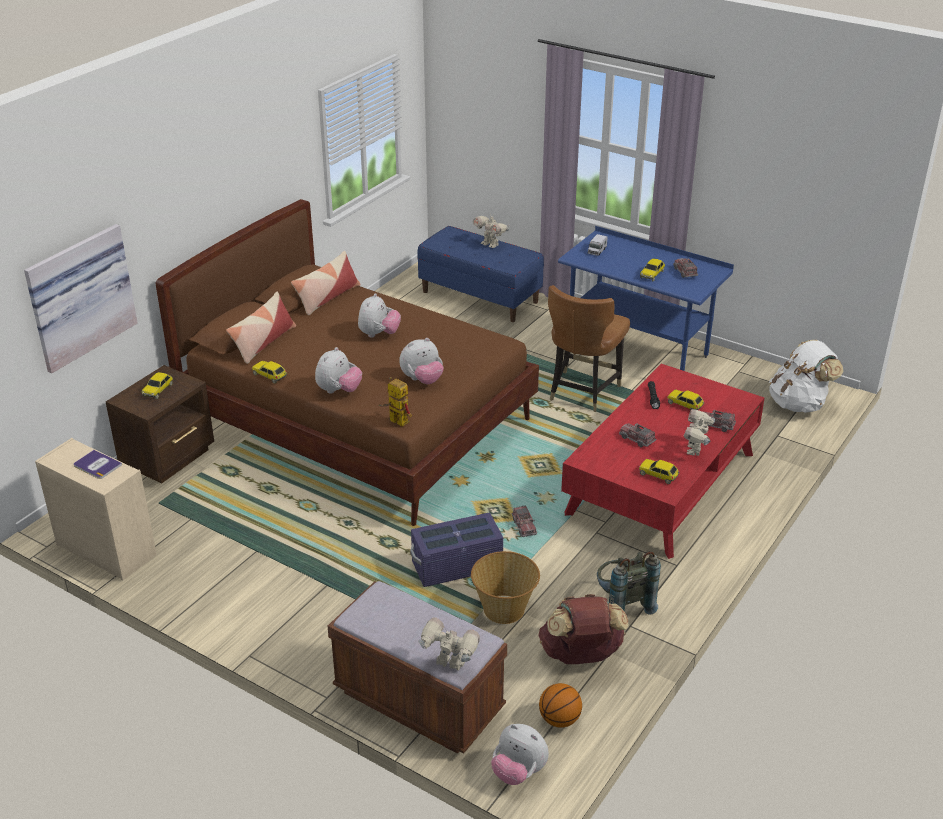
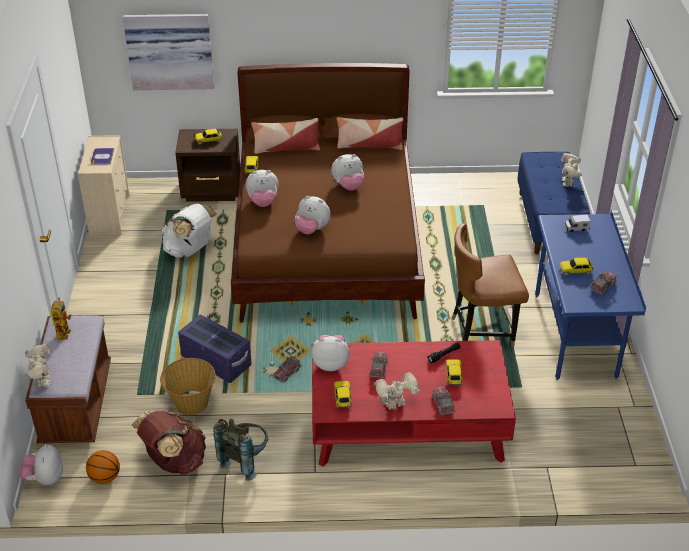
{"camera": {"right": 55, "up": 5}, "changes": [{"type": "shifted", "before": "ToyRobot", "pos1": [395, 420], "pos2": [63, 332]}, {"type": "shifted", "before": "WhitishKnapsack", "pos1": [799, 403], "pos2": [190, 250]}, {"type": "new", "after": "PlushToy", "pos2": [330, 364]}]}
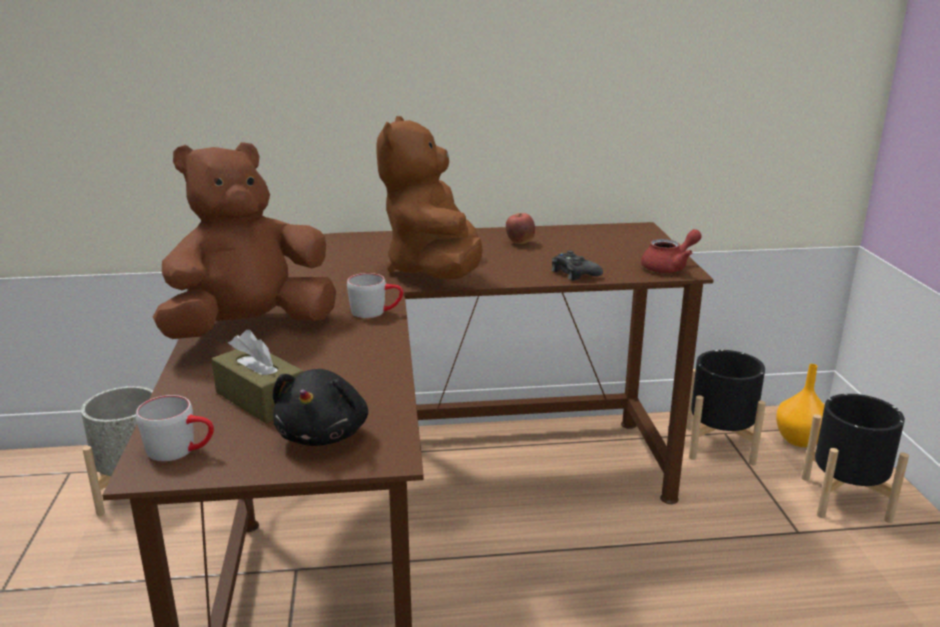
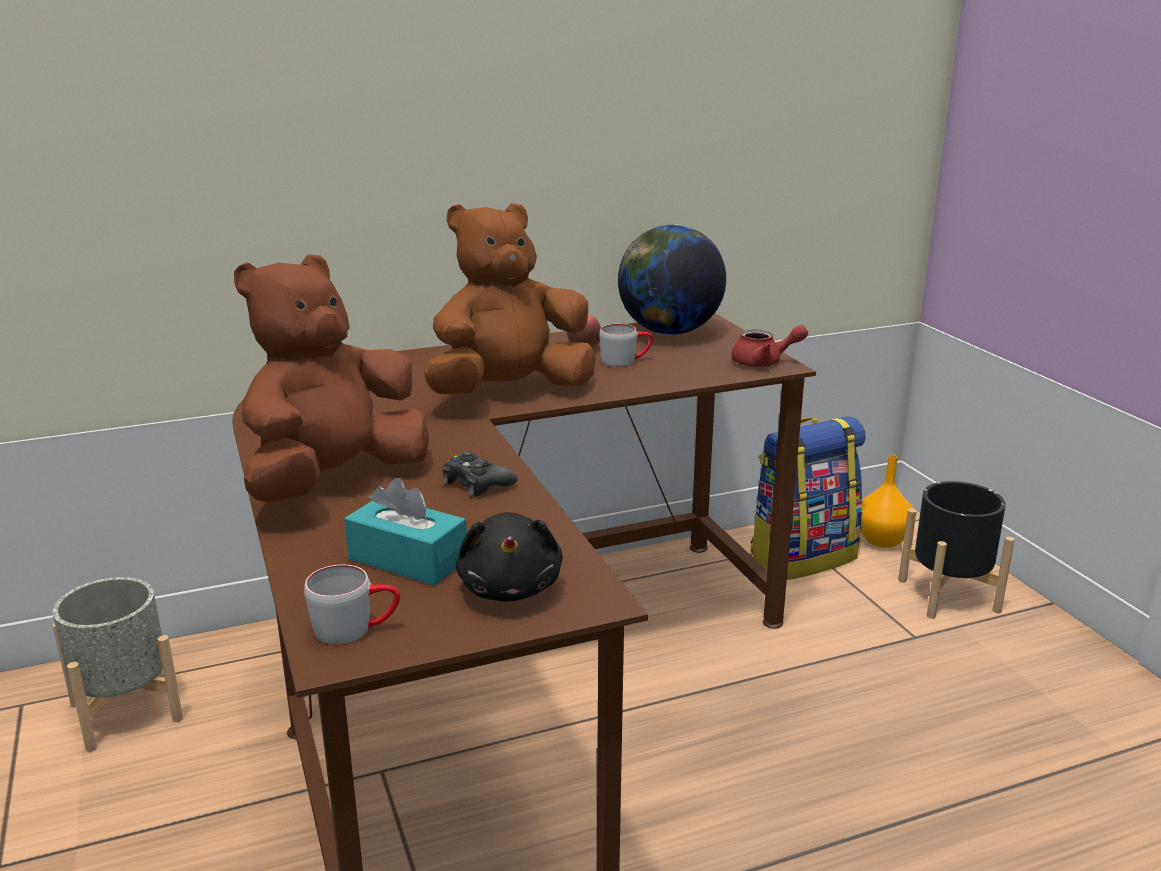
{"camera": {"right": -15, "up": 0}, "changes": [{"type": "repainted", "before": "BrownTissueBox", "after": "BlueGreenTissueBox", "pos1": [260, 399], "pos2": [408, 559]}, {"type": "shifted", "before": "GrayMug", "pos1": [376, 312], "pos2": [626, 361]}, {"type": "rotated", "before": "BrownPlushToy", "pos1": [435, 271], "pos2": [509, 391], "turn": 75}, {"type": "shifted", "before": "BlackGamepad", "pos1": [574, 273], "pos2": [476, 483]}, {"type": "rotated", "before": "RedColouredPotForTea", "pos1": [669, 267], "pos2": [764, 362], "turn": 45}, {"type": "swapped", "before": "BlackPlantPot", "after": "Knapsack", "pos1": [718, 445], "pos2": [802, 557]}, {"type": "new", "after": "WorldGlobe", "pos2": [669, 332]}]}
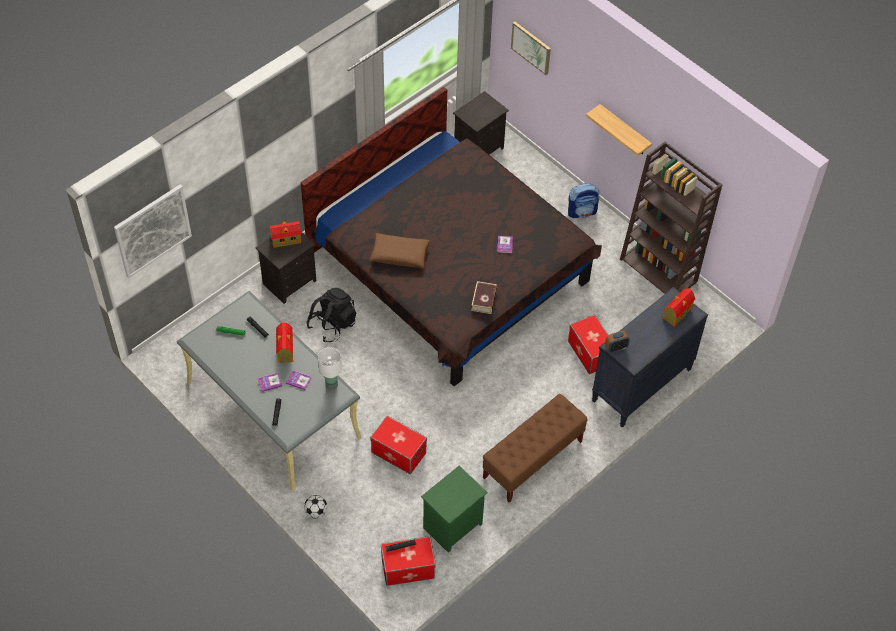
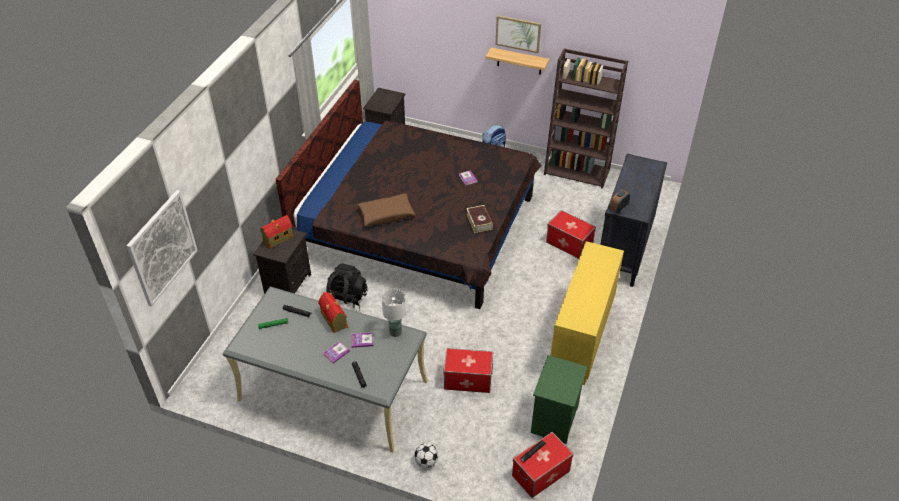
{"camera": {"right": -25, "up": -10}, "changes": [{"type": "swapped", "before": "BrownBench", "after": "YellowCabinet", "pos1": [532, 460], "pos2": [582, 339]}, {"type": "shifted", "before": "WallArt", "pos1": [531, 47], "pos2": [518, 33]}, {"type": "gone", "before": "ToyHouse", "pos1": [676, 314]}]}
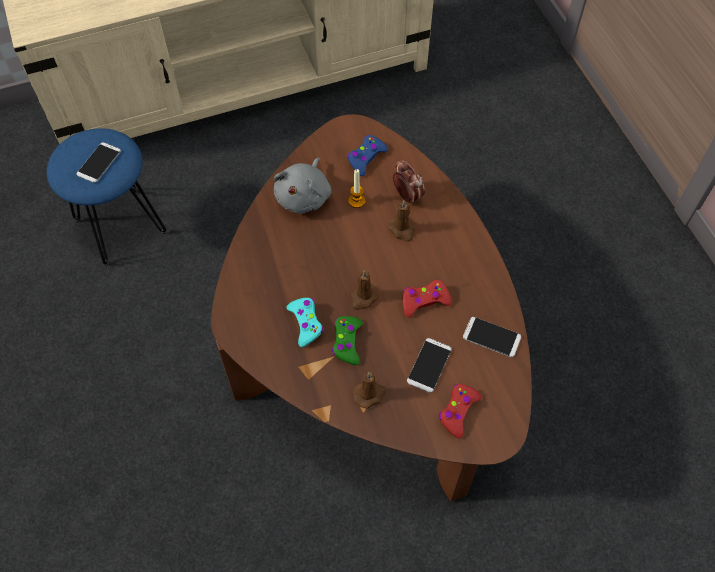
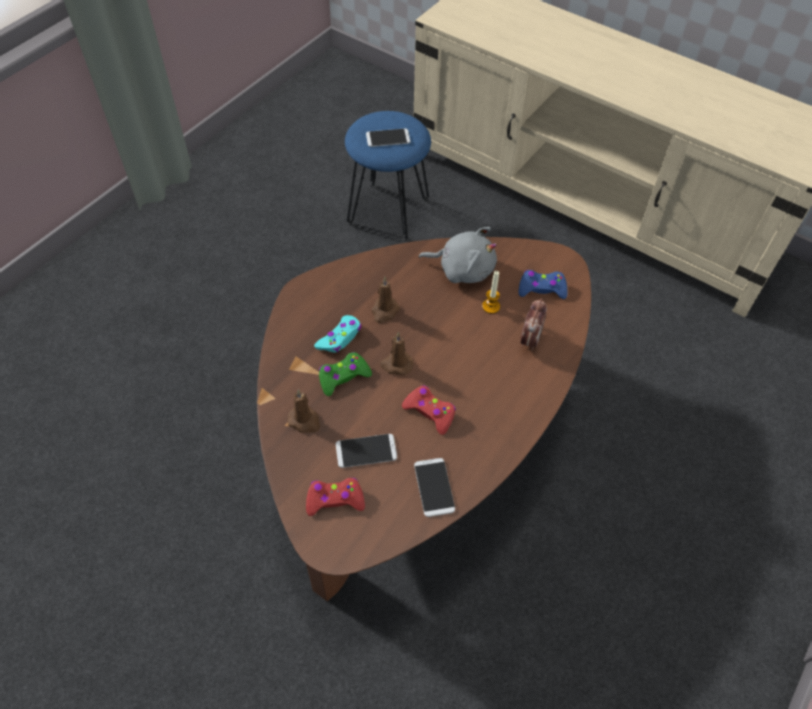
{"camera": {"right": 55, "up": -5}, "changes": [{"type": "rotated", "before": "GrayPlushToy", "pos1": [304, 196], "pos2": [462, 269], "turn": -150}, {"type": "shifted", "before": "BrownCandle", "pos1": [402, 230], "pos2": [384, 311]}]}
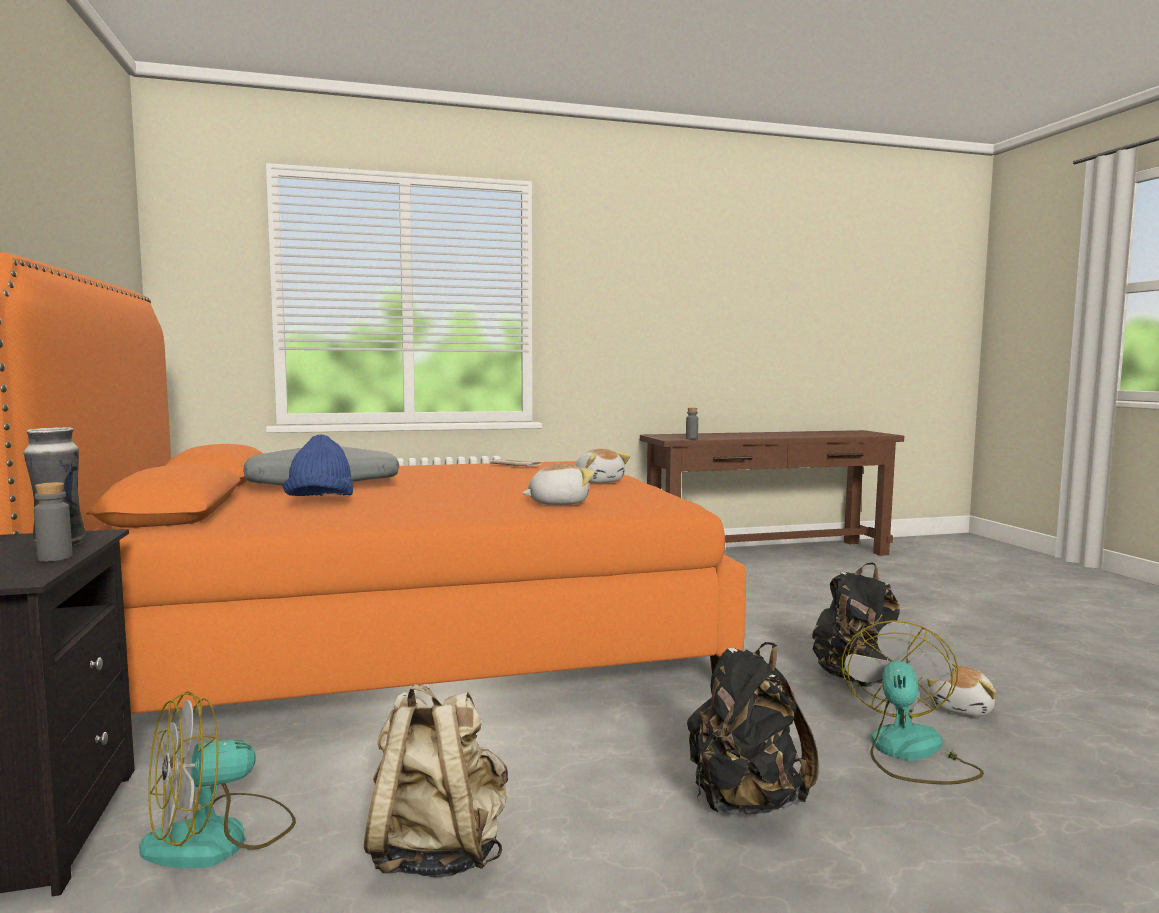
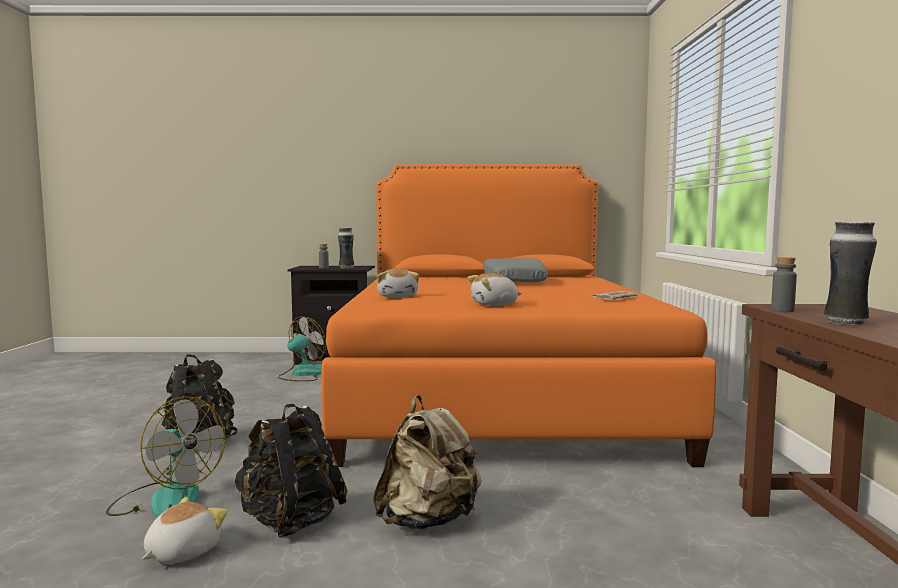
{"camera": {"right": 105, "up": 0}, "changes": [{"type": "rotated", "before": "ElectricFan", "pos1": [220, 838], "pos2": [302, 374], "turn": 60}, {"type": "gone", "before": "BluishHat", "pos1": [320, 502]}, {"type": "shifted", "before": "SandColouredKnapsack", "pos1": [437, 852], "pos2": [428, 520]}, {"type": "rotated", "before": "PlushToy", "pos1": [961, 708], "pos2": [181, 552], "turn": 75}, {"type": "new", "after": "Vase", "pos2": [846, 323]}]}
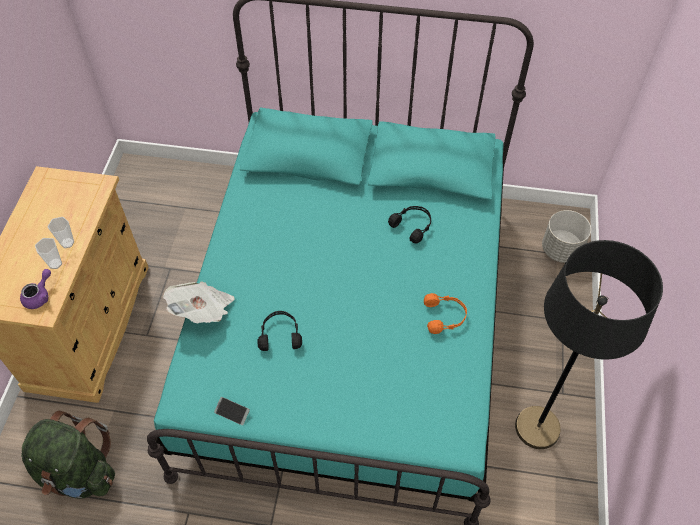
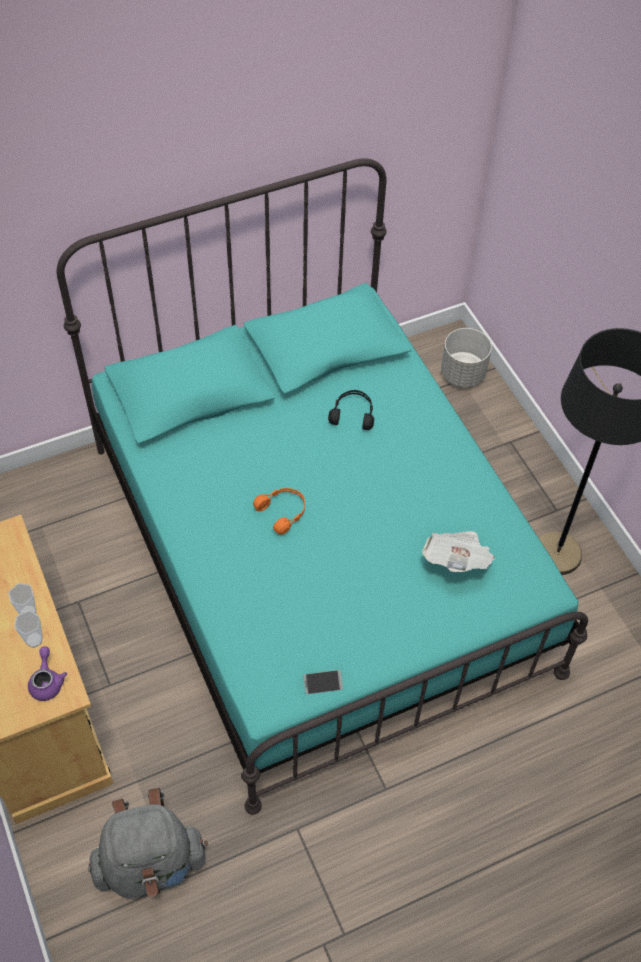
{"camera": {"right": -35, "up": 0}, "changes": [{"type": "repainted", "before": "GreenishKnapsack", "after": "GrayKnapsack", "pos1": [78, 472], "pos2": [150, 864]}, {"type": "shifted", "before": "DailyPaper", "pos1": [203, 310], "pos2": [456, 560]}, {"type": "gone", "before": "BlackPairOfHeadphones", "pos1": [280, 334]}, {"type": "shifted", "before": "OrangeyPairOfHeadphones", "pos1": [445, 316], "pos2": [283, 512]}]}
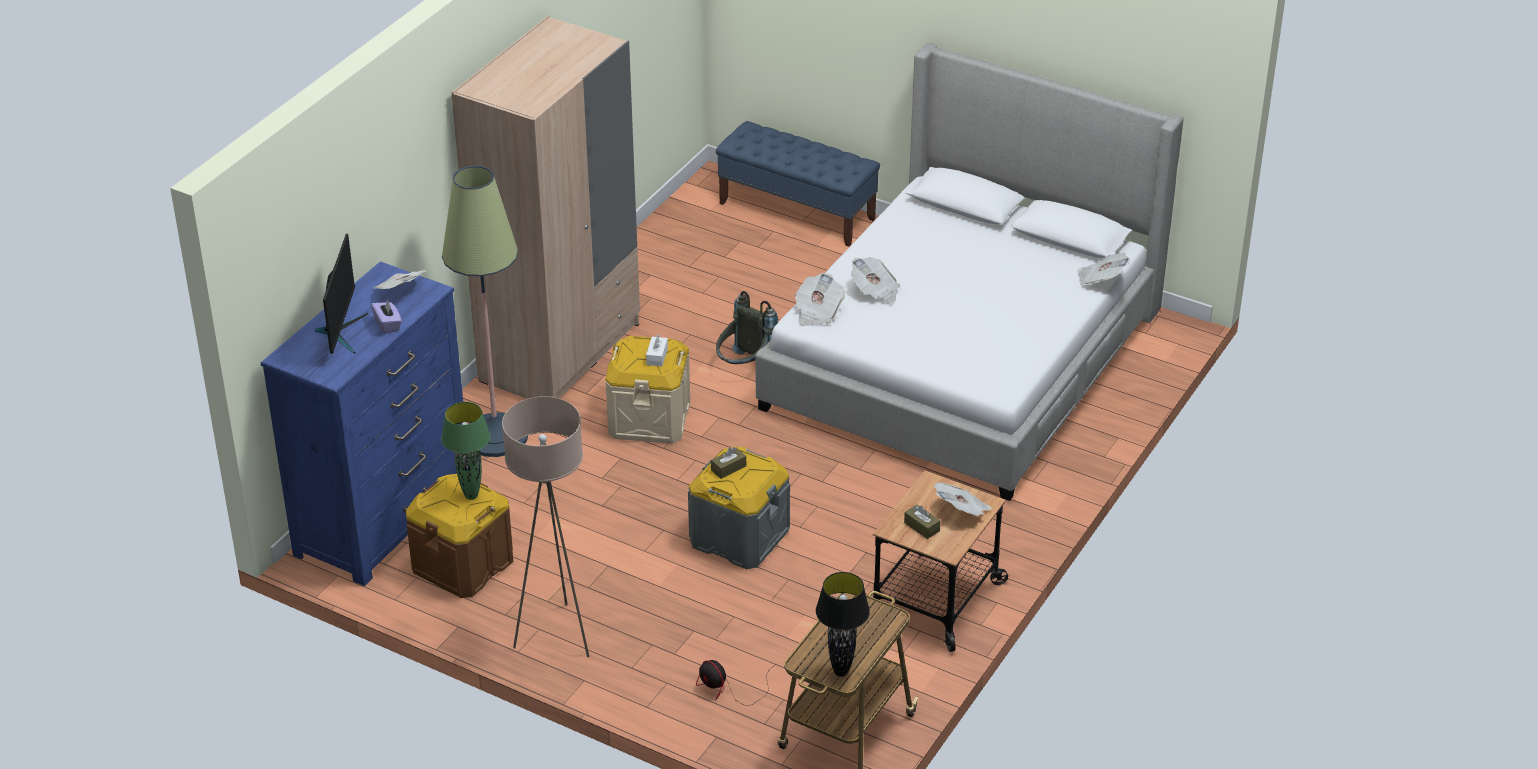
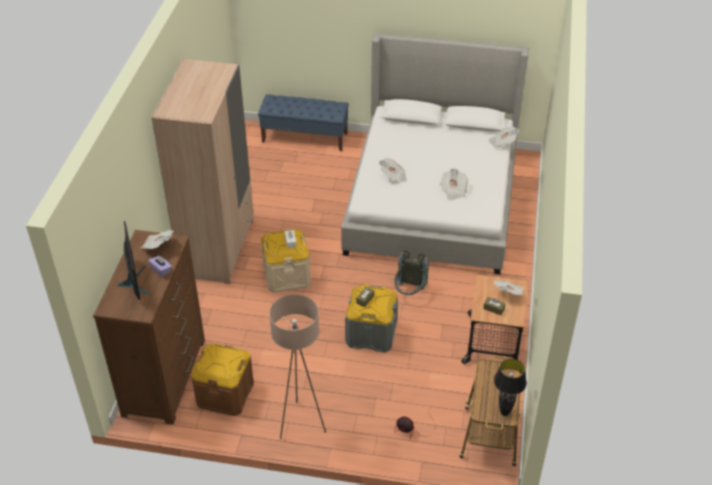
{"camera": {"right": -20, "up": 5}, "changes": [{"type": "repainted", "before": "BluishDrawerChest", "after": "BrownDrawerChest", "pos1": [384, 518], "pos2": [165, 377]}, {"type": "gone", "before": "GreenishTableLamp", "pos1": [471, 495]}, {"type": "gone", "before": "StandingLamp", "pos1": [495, 436]}, {"type": "shifted", "before": "GrayKnapsack", "pos1": [744, 368], "pos2": [409, 293]}, {"type": "shifted", "before": "DailyPaper", "pos1": [817, 312], "pos2": [453, 191]}]}
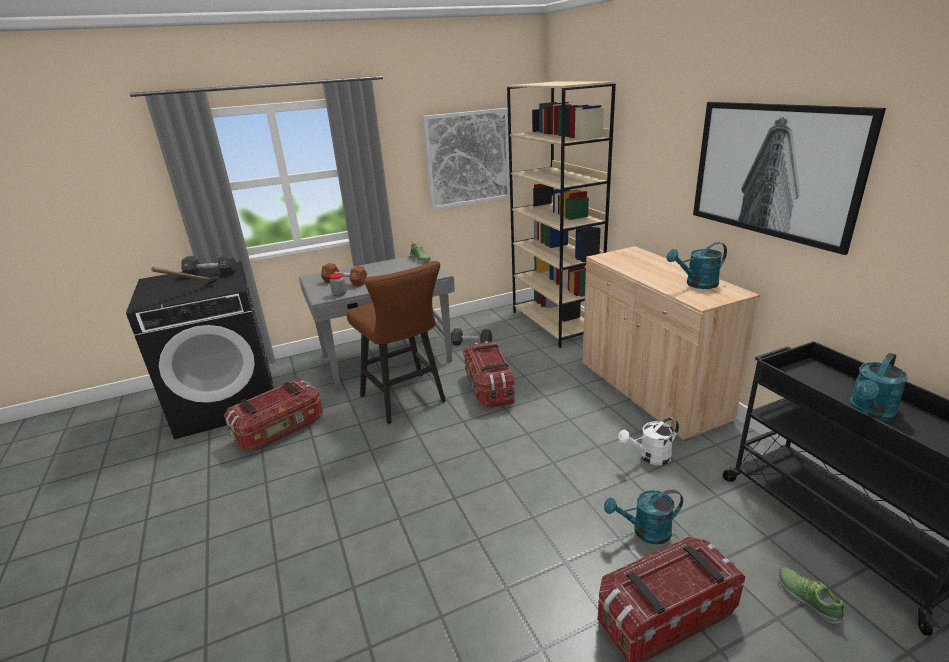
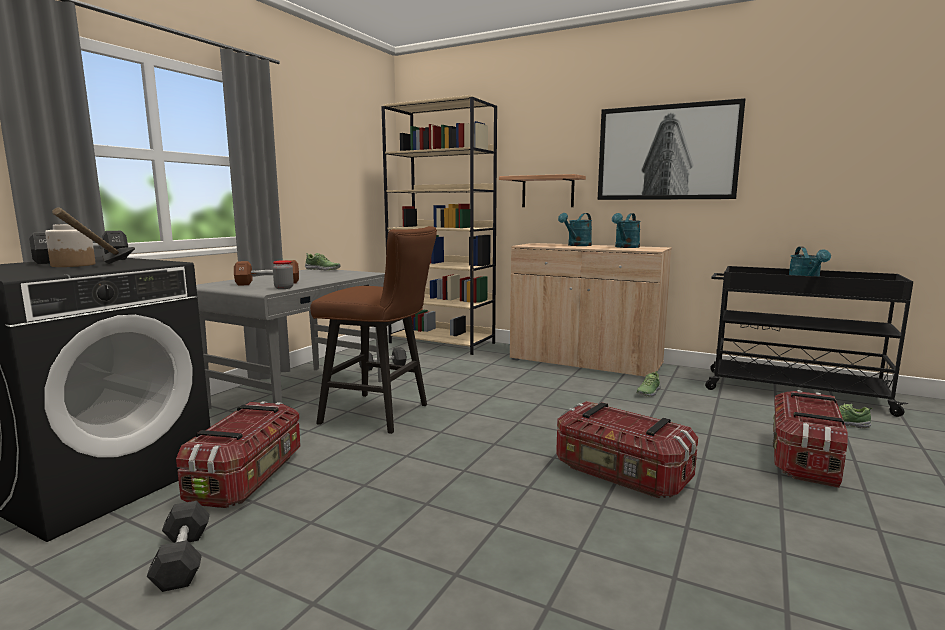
{"camera": {"right": -40, "up": -15}, "changes": [{"type": "gone", "before": "WallArt", "pos1": [468, 158]}, {"type": "shifted", "before": "StorageBox", "pos1": [489, 388], "pos2": [620, 474]}, {"type": "shifted", "before": "BlueGreenWateringPot", "pos1": [645, 532], "pos2": [577, 245]}, {"type": "swapped", "before": "WhitishWateringPot", "after": "ItemOfFootwear", "pos1": [650, 457], "pos2": [648, 392]}, {"type": "new", "after": "PreserveJar", "pos2": [73, 265]}, {"type": "new", "after": "BlackHandWeight", "pos2": [182, 559]}, {"type": "new", "after": "Shelf", "pos2": [547, 192]}]}
